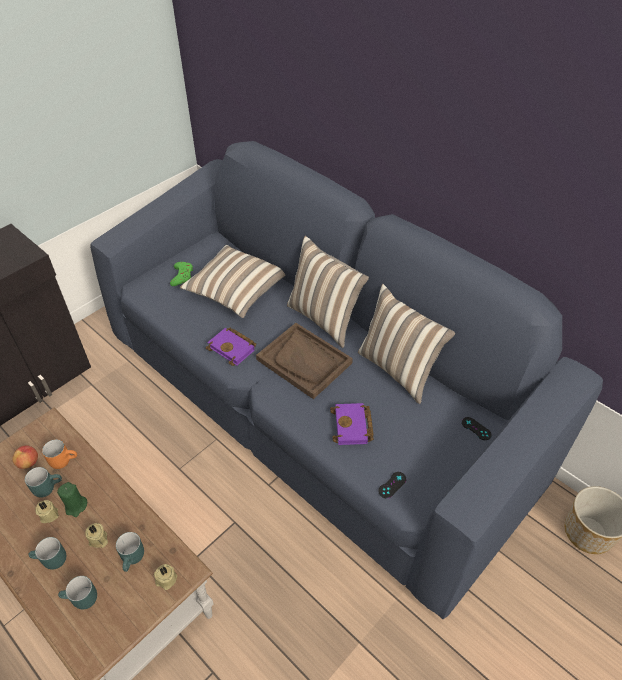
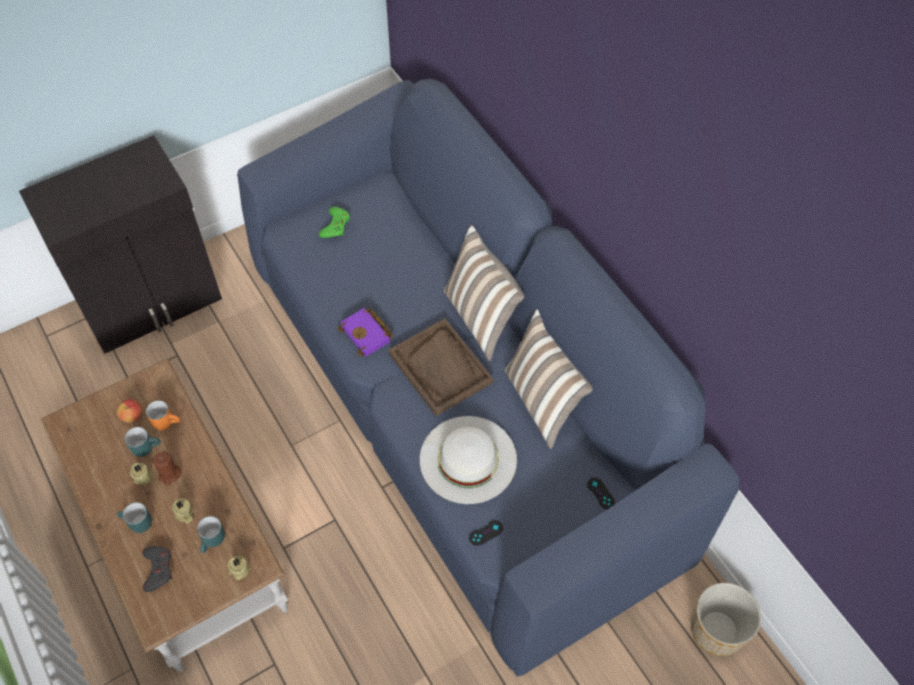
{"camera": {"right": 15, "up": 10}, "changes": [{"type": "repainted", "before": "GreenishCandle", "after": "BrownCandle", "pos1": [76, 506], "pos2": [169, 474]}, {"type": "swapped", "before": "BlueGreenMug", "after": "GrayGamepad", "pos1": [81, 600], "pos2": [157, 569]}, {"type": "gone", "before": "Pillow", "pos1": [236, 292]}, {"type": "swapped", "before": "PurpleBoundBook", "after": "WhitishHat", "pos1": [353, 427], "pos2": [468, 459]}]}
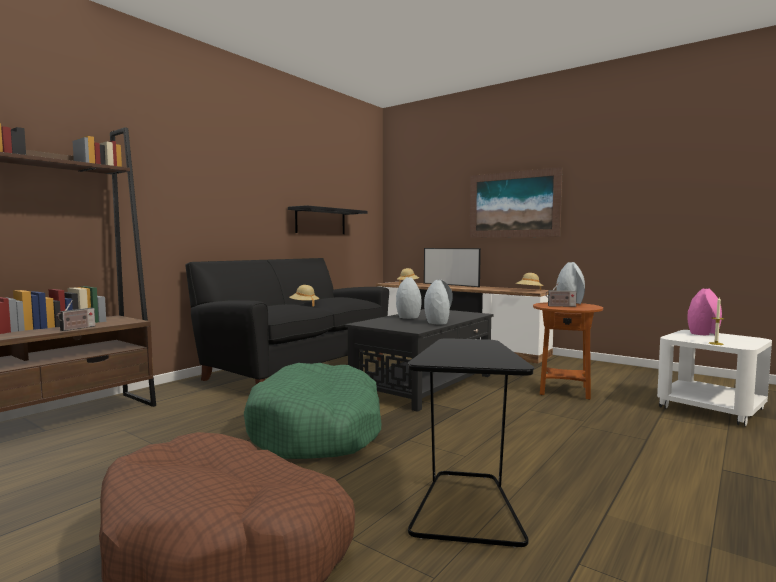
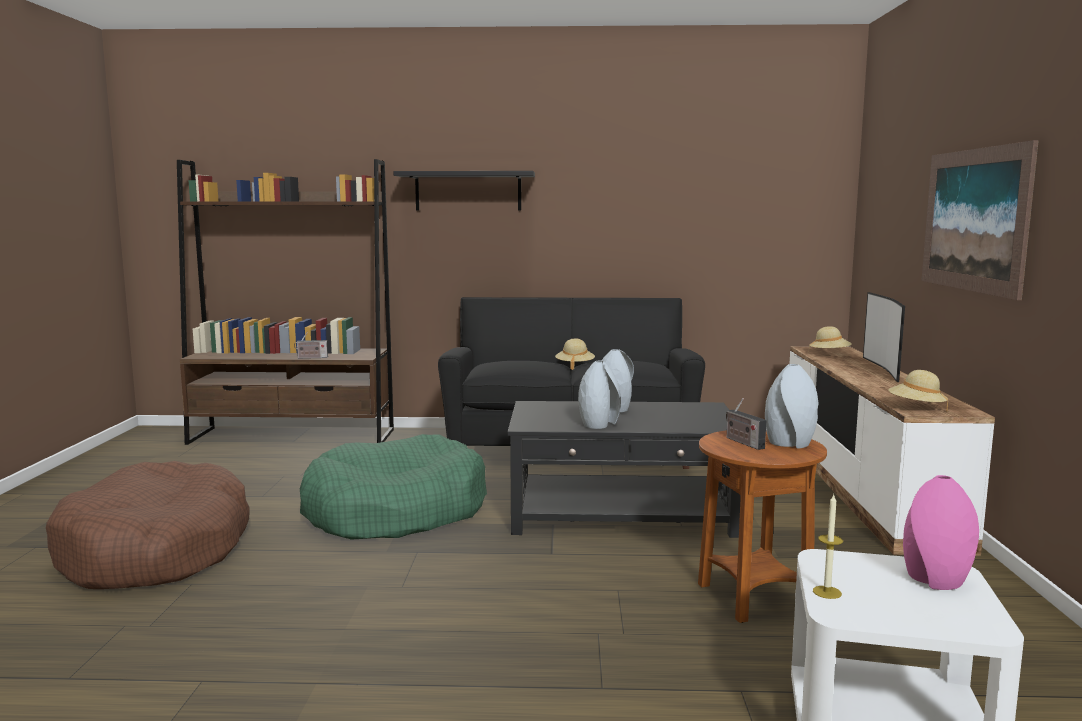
{"camera": {"right": 55, "up": 5}, "changes": [{"type": "shifted", "before": "BlackShelf", "pos1": [320, 221], "pos2": [468, 191]}, {"type": "gone", "before": "BlackEndTable", "pos1": [466, 507]}]}
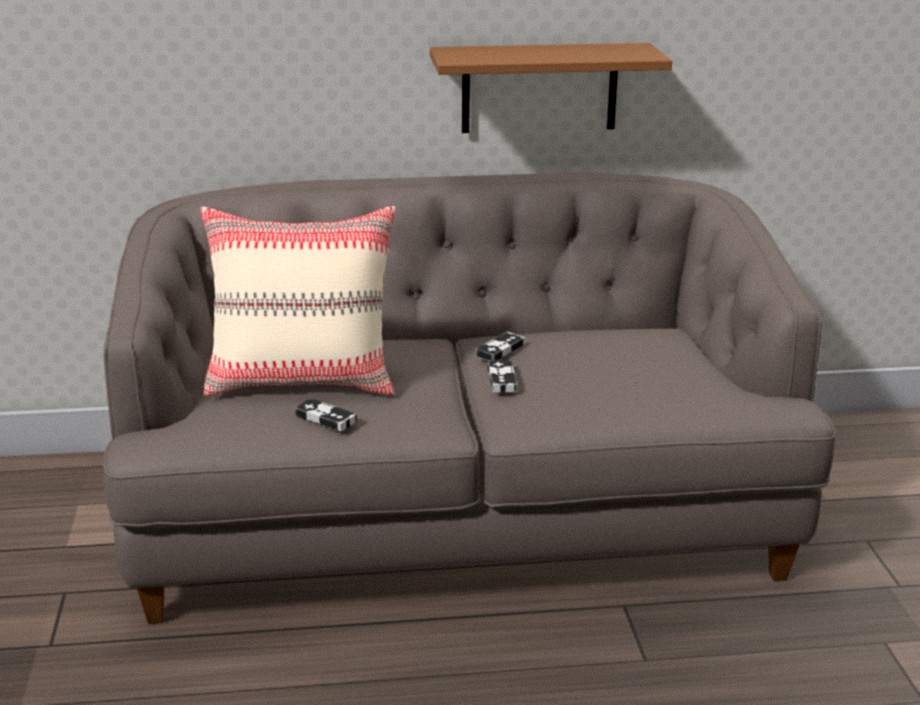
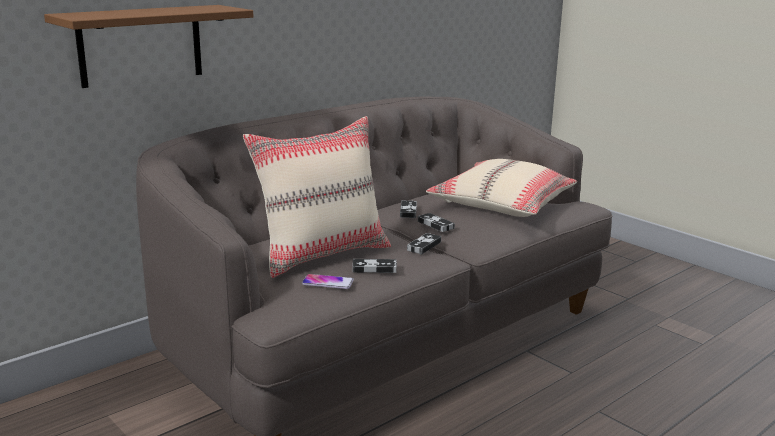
{"camera": {"right": -35, "up": -5}, "changes": [{"type": "shifted", "before": "BrownShelf", "pos1": [539, 88], "pos2": [141, 45]}, {"type": "new", "after": "Handset", "pos2": [327, 282]}, {"type": "new", "after": "Gamepad", "pos2": [424, 246]}, {"type": "new", "after": "SandColouredPillow", "pos2": [502, 203]}]}
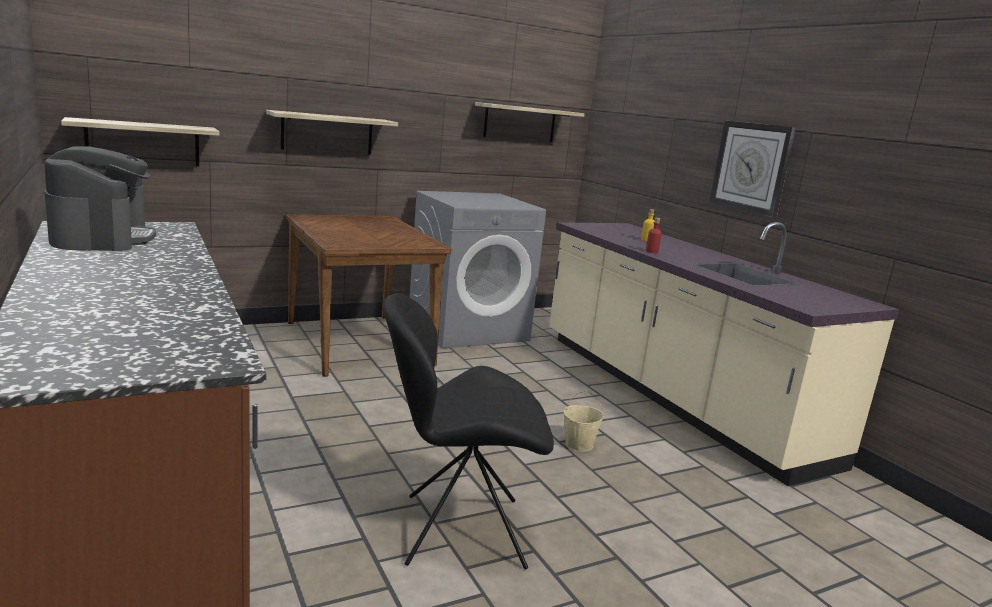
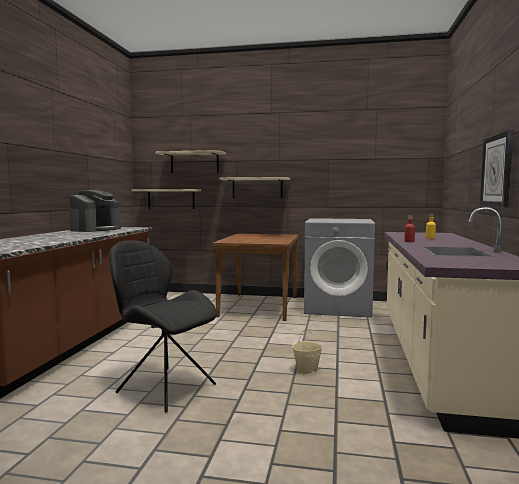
{"camera": {"right": 40, "up": -10}, "changes": [{"type": "shifted", "before": "Shelf", "pos1": [519, 123], "pos2": [194, 162]}]}
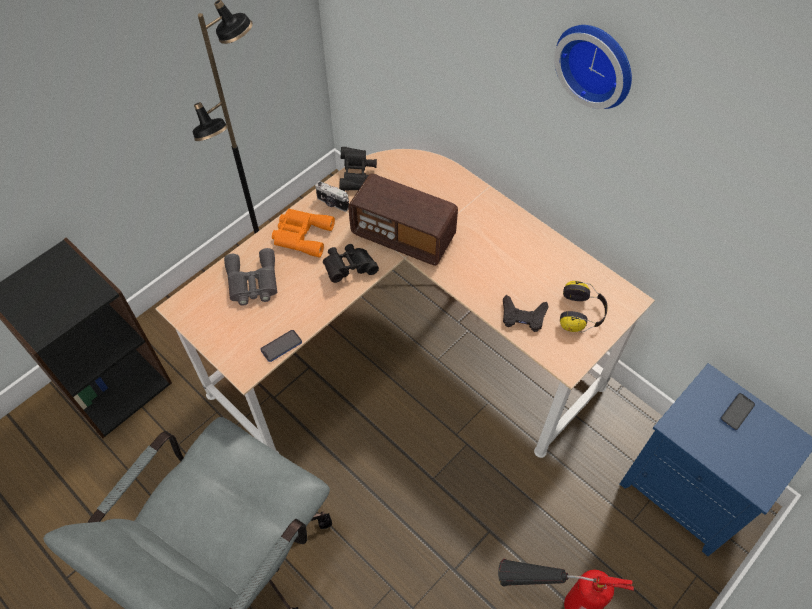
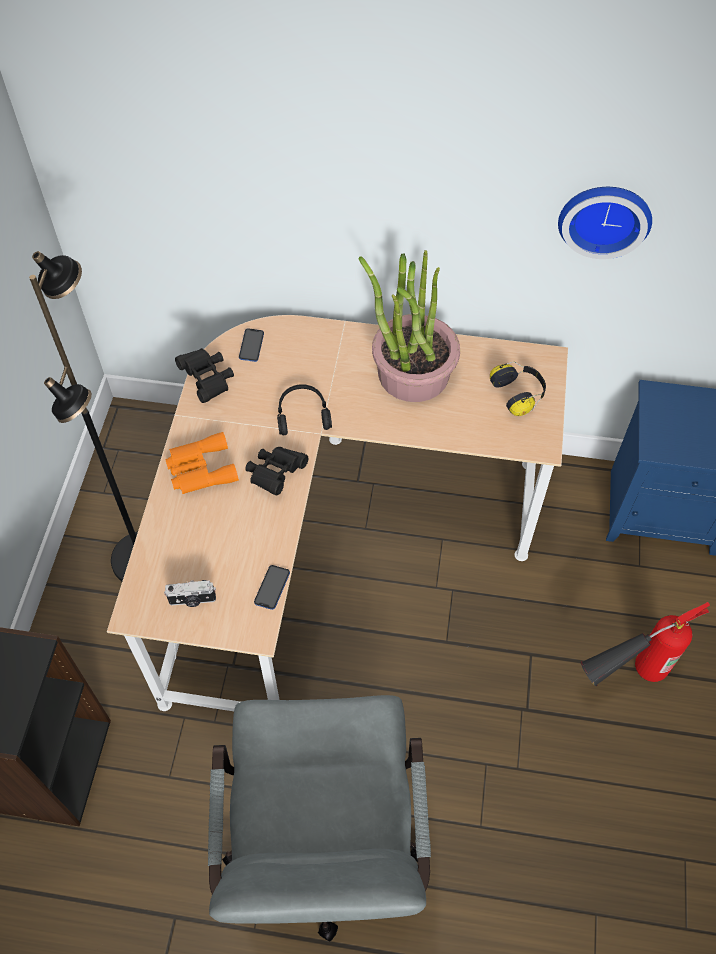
{"camera": {"right": -35, "up": 0}, "changes": [{"type": "gone", "before": "GrayFieldGlasses", "pos1": [252, 282]}, {"type": "shifted", "before": "PhotoCamera", "pos1": [332, 203], "pos2": [192, 600]}, {"type": "swapped", "before": "Radio", "after": "BlackPairOfHeadphones", "pos1": [403, 236], "pos2": [302, 414]}, {"type": "gone", "before": "BlackGamepad", "pos1": [523, 316]}, {"type": "shifted", "before": "ClockOnTheWall", "pos1": [597, 63], "pos2": [604, 216]}, {"type": "shifted", "before": "Handset", "pos1": [737, 412], "pos2": [251, 346]}, {"type": "new", "after": "PottedPlant", "pos2": [412, 373]}]}
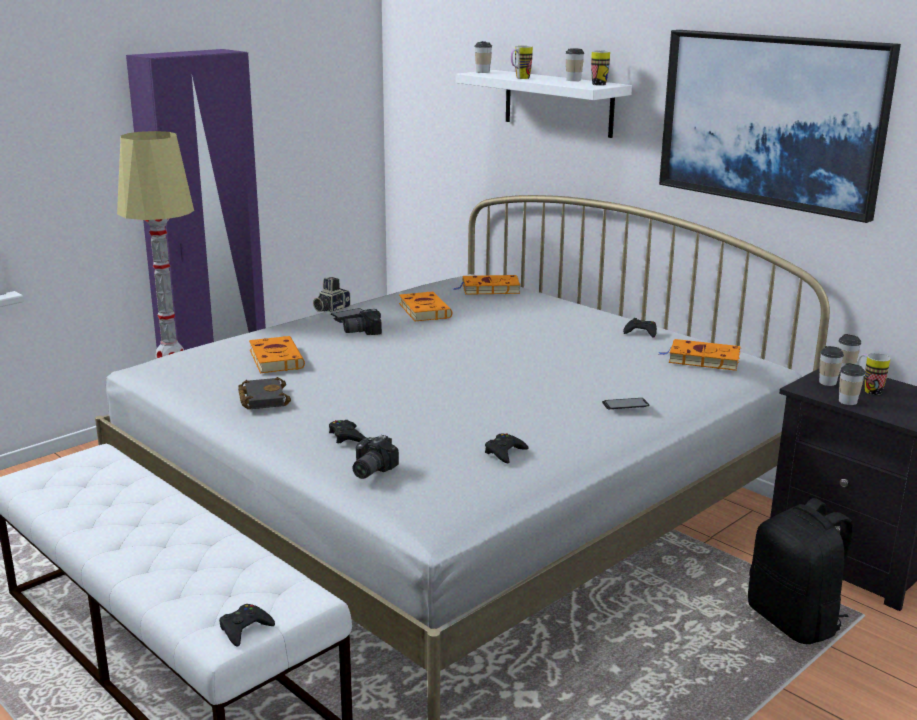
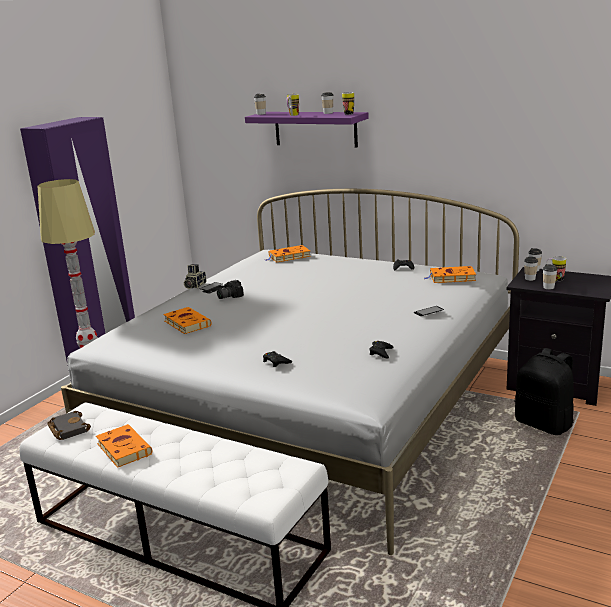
{"camera": {"right": -15, "up": 0}, "changes": [{"type": "gone", "before": "BlackGamepad", "pos1": [244, 629]}, {"type": "shifted", "before": "BlackBoundBook", "pos1": [262, 398], "pos2": [67, 428]}, {"type": "gone", "before": "PhotoCamera", "pos1": [369, 470]}, {"type": "shifted", "before": "OrangeyBoundBook", "pos1": [423, 310], "pos2": [123, 448]}, {"type": "repainted", "before": "WhitishShelf", "after": "PurpleShelf", "pos1": [558, 103], "pos2": [315, 129]}, {"type": "gone", "before": "WallArt", "pos1": [771, 120]}]}
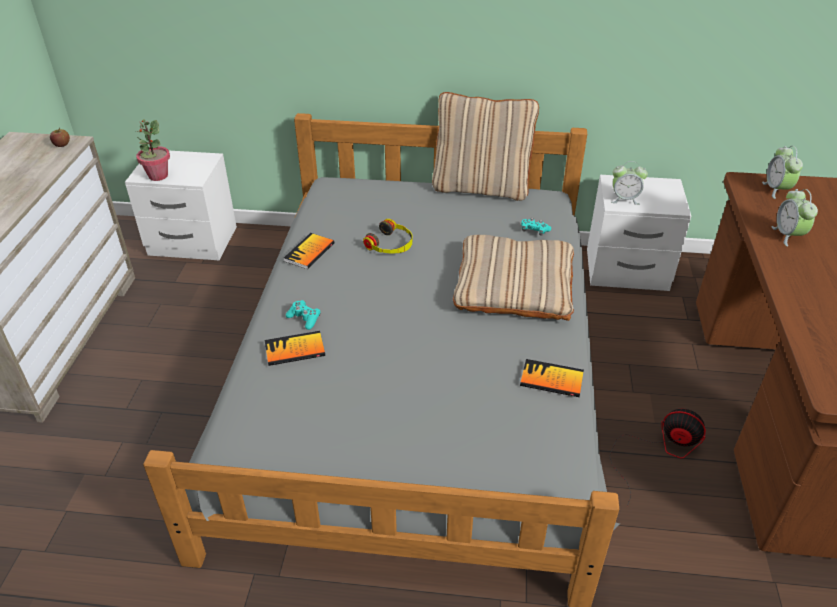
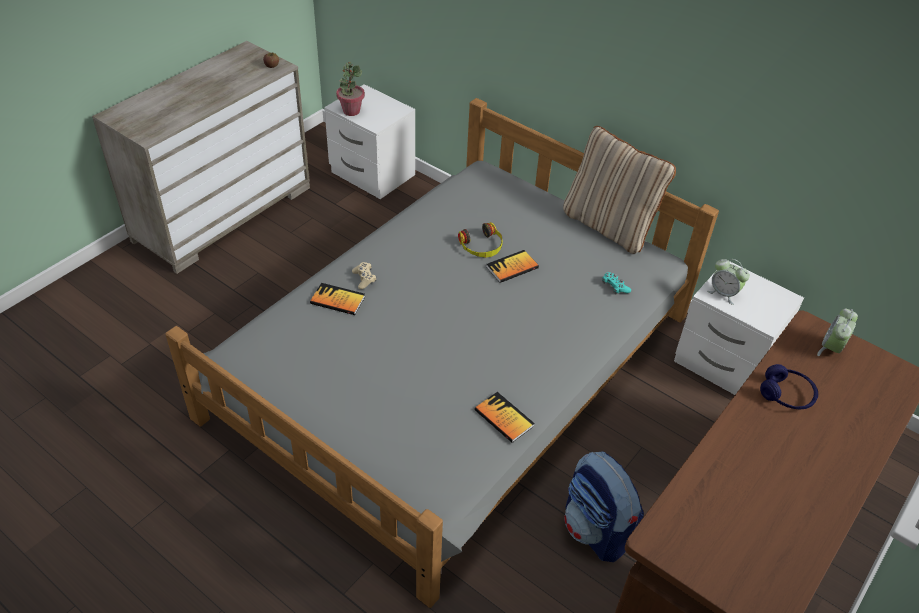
{"camera": {"right": 30, "up": 5}, "changes": [{"type": "shifted", "before": "BoundBook", "pos1": [309, 252], "pos2": [512, 267]}, {"type": "repainted", "before": "BlueGreenGamepad", "after": "SandColouredGamepad", "pos1": [304, 318], "pos2": [364, 279]}, {"type": "gone", "before": "SandColouredPillow", "pos1": [514, 285]}, {"type": "swapped", "before": "ElectricFan", "after": "Knapsack", "pos1": [659, 451], "pos2": [596, 530]}, {"type": "swapped", "before": "AlarmClock", "after": "BluishPairOfHeadphones", "pos1": [788, 235], "pos2": [786, 395]}]}
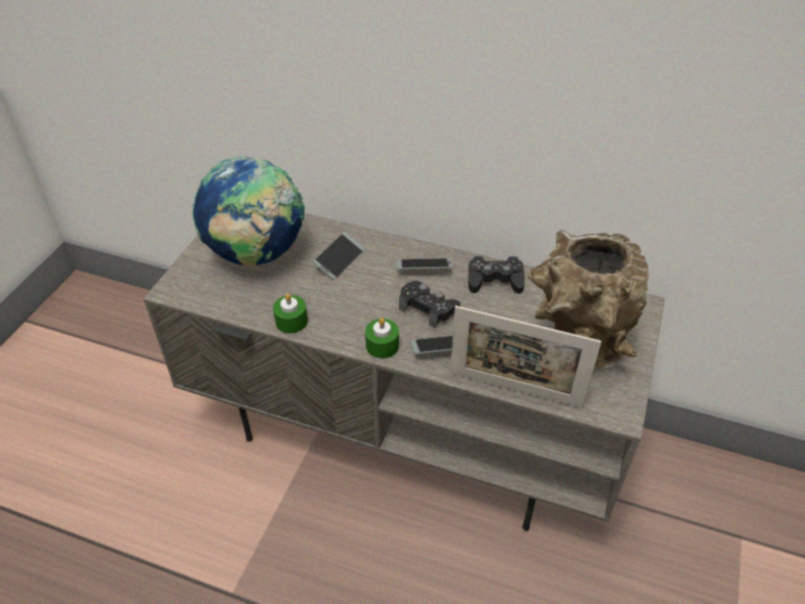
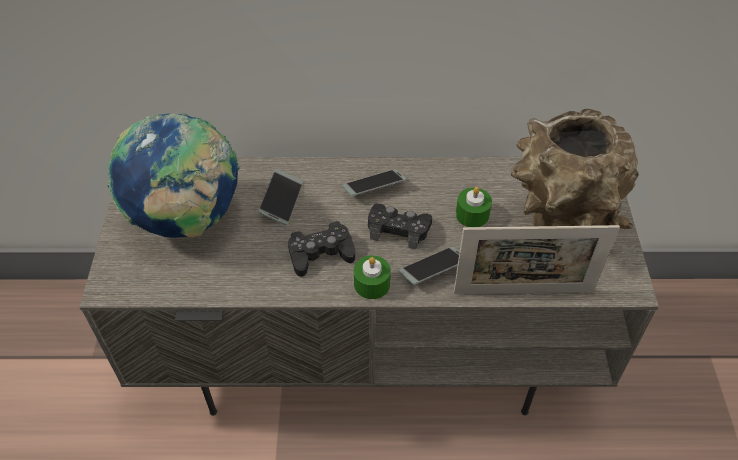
{"camera": {"right": -20, "up": 5}, "changes": [{"type": "shifted", "before": "GreenishCandle", "pos1": [291, 321], "pos2": [472, 214]}, {"type": "shifted", "before": "BlackGamepad", "pos1": [495, 280], "pos2": [321, 253]}]}
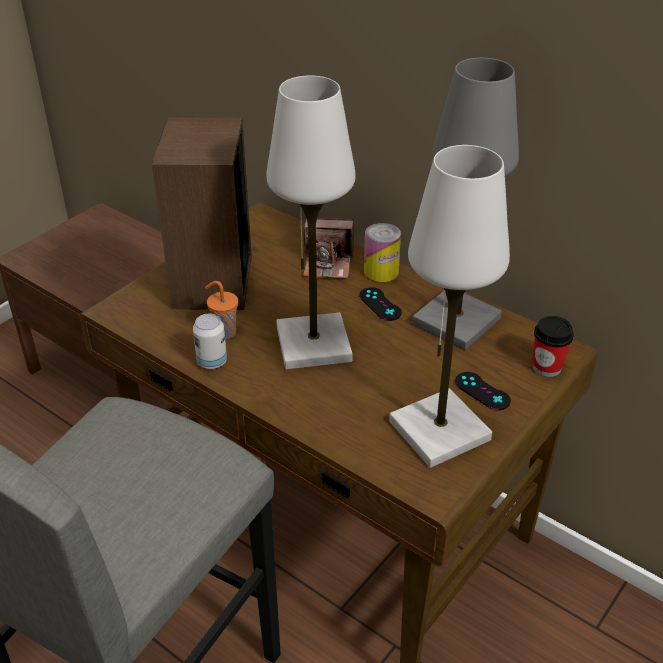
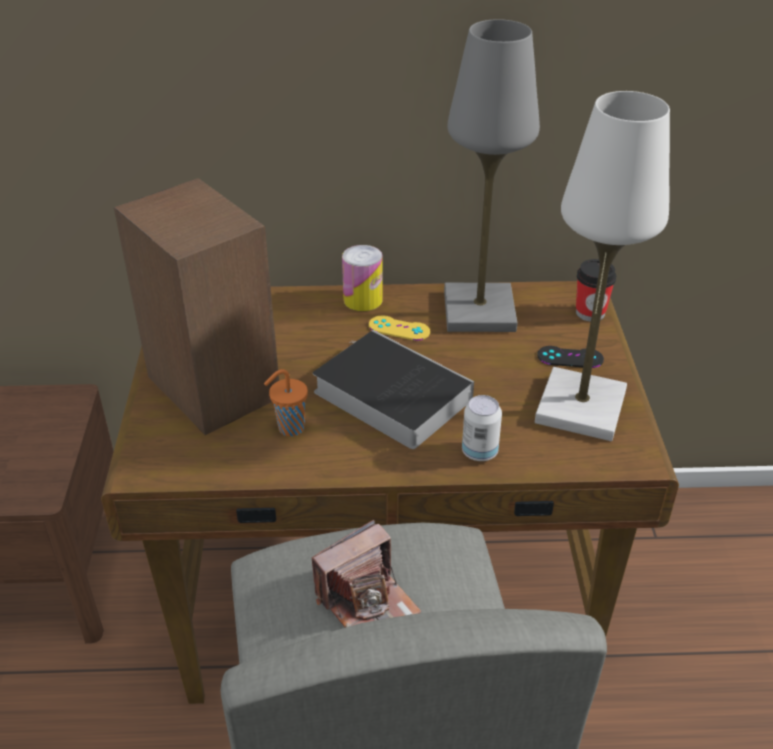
{"camera": {"right": -40, "up": 0}, "changes": [{"type": "shifted", "before": "Can", "pos1": [212, 362], "pos2": [479, 452]}, {"type": "swapped", "before": "WhitishTableLamp", "after": "BoundBook", "pos1": [313, 344], "pos2": [387, 394]}, {"type": "shifted", "before": "PhotoCamera", "pos1": [328, 264], "pos2": [367, 602]}, {"type": "repainted", "before": "BlackGamepad", "after": "YellowGamepad", "pos1": [380, 304], "pos2": [399, 328]}]}
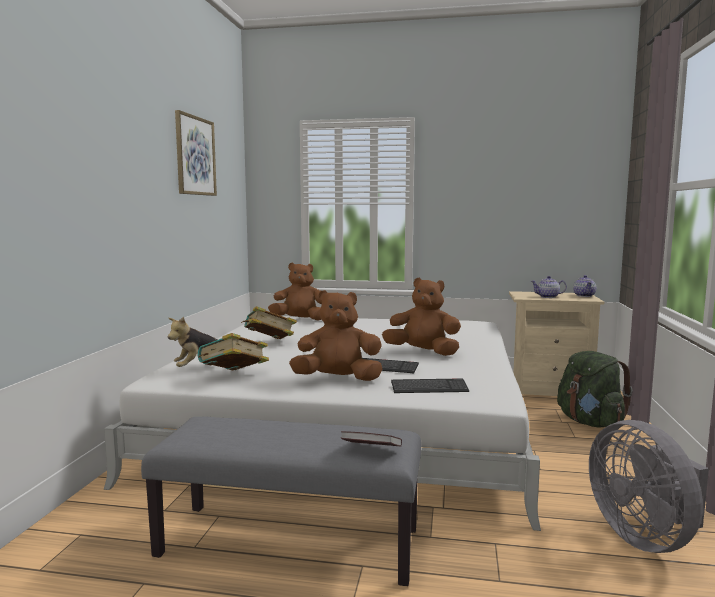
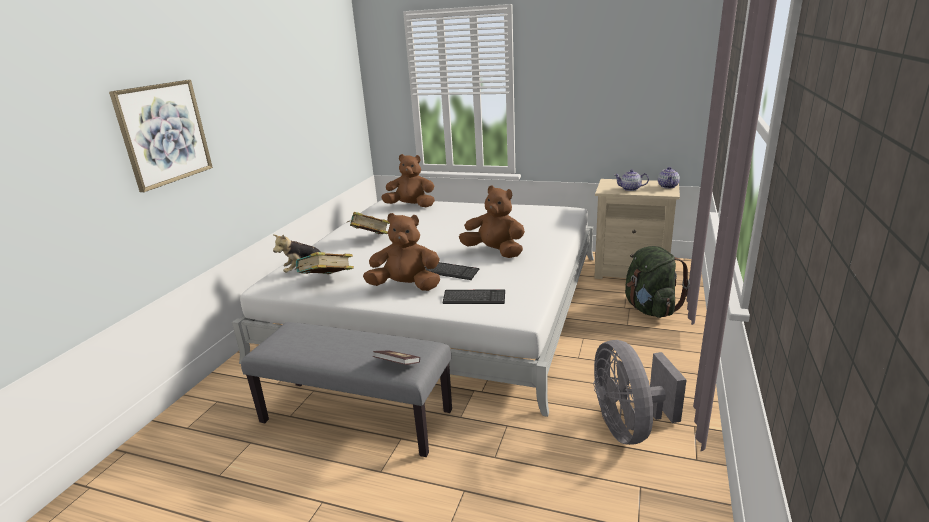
{"camera": {"right": 10, "up": 15}, "changes": [{"type": "shifted", "before": "WallArt", "pos1": [195, 156], "pos2": [164, 133]}]}
